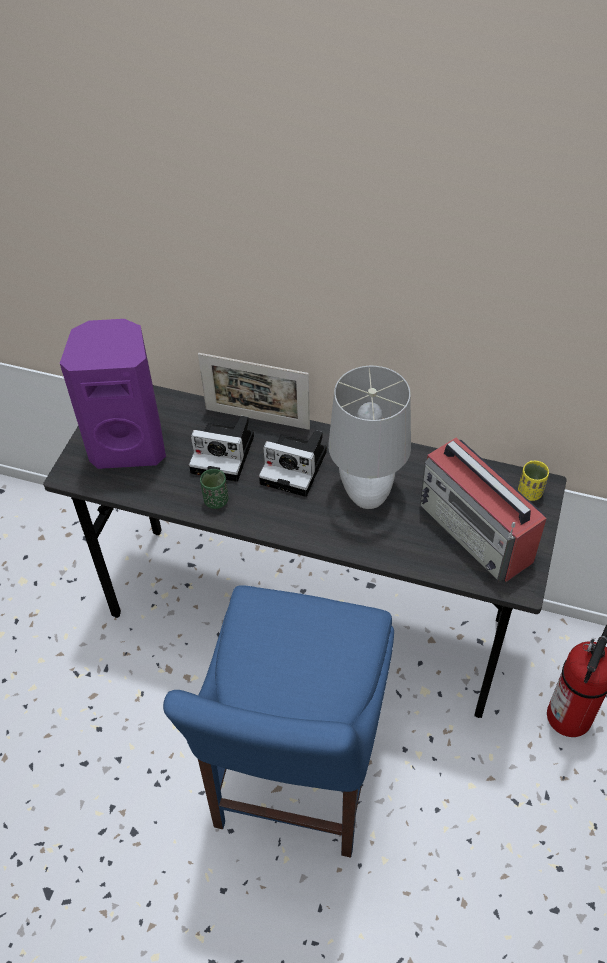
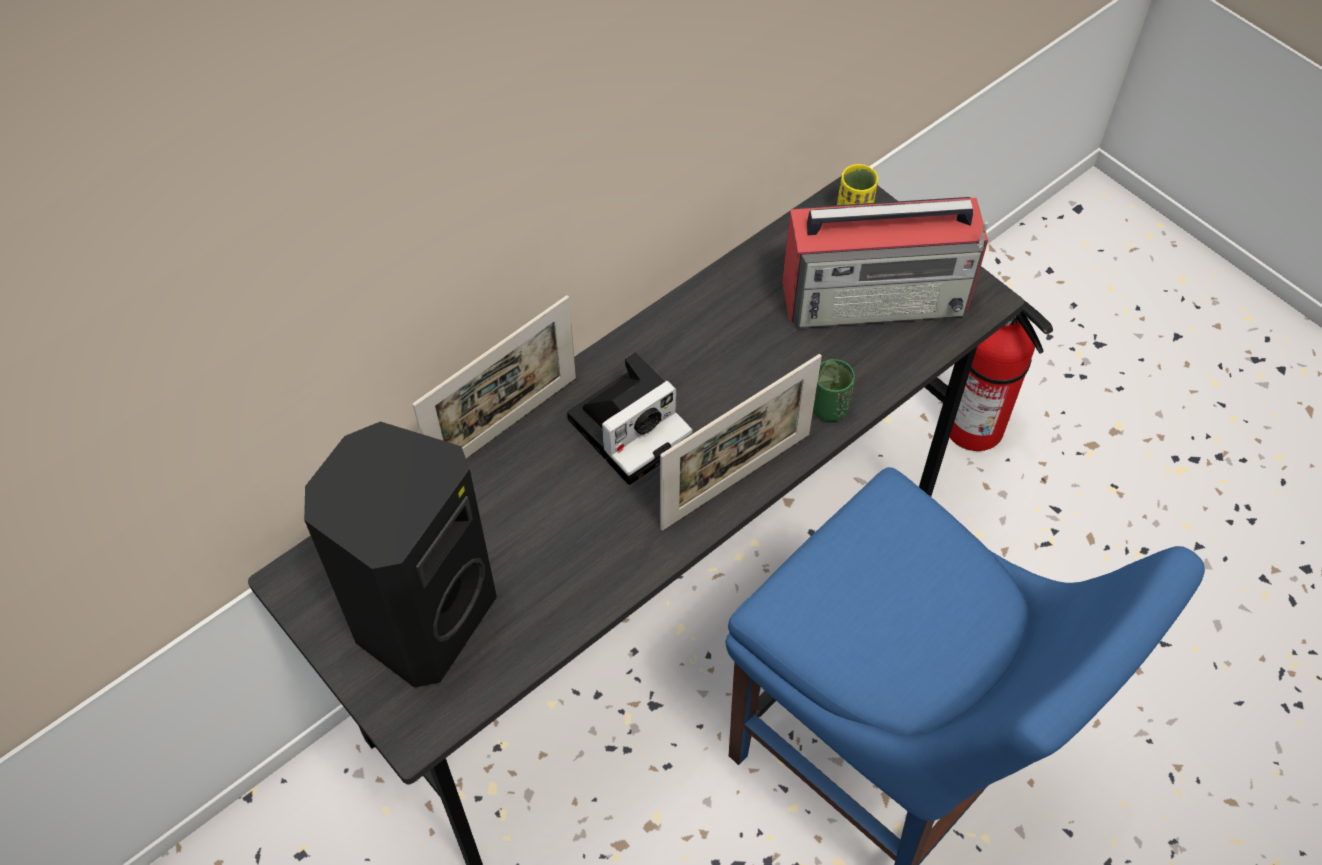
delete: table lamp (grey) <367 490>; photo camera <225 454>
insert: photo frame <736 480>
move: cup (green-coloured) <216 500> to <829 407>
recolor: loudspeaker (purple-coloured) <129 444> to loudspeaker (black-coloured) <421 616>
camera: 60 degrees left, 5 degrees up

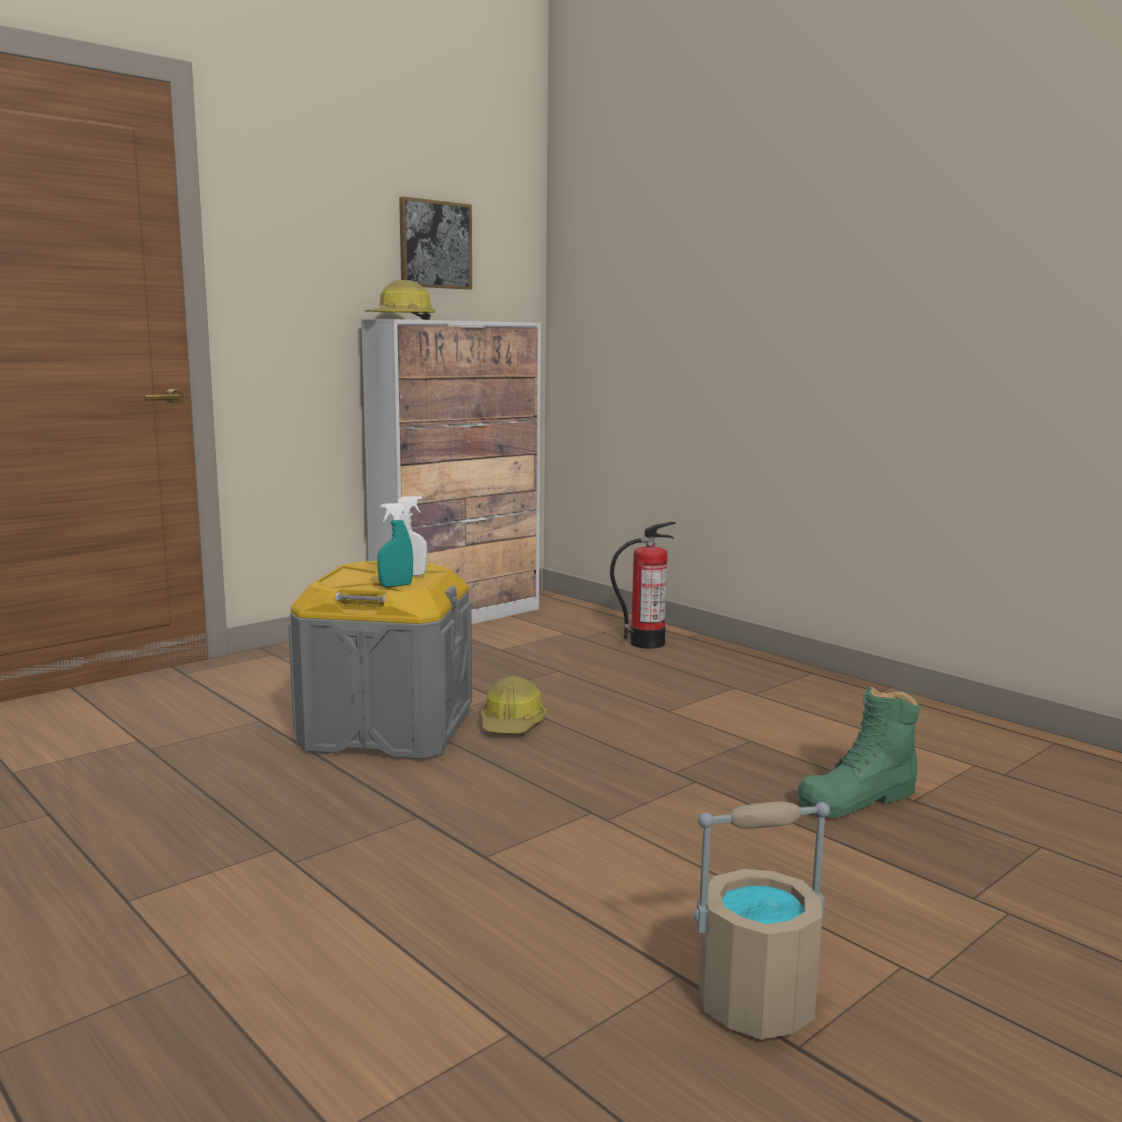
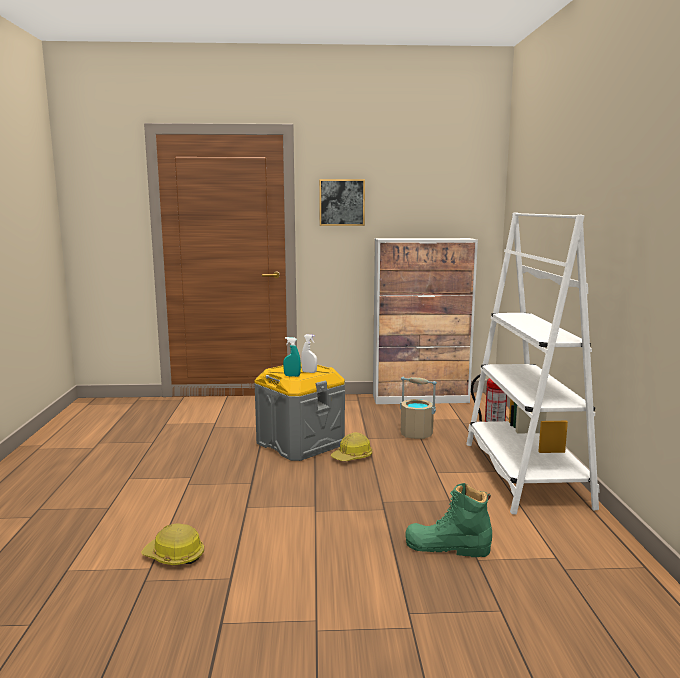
insert: bookshelf (white) <524 474>
move: picture <435 244> to <342 202>; work helmet <401 319> to <174 556>; pail (beige) <757 1003> to <416 434>
camera: 40 degrees right, 0 degrees up

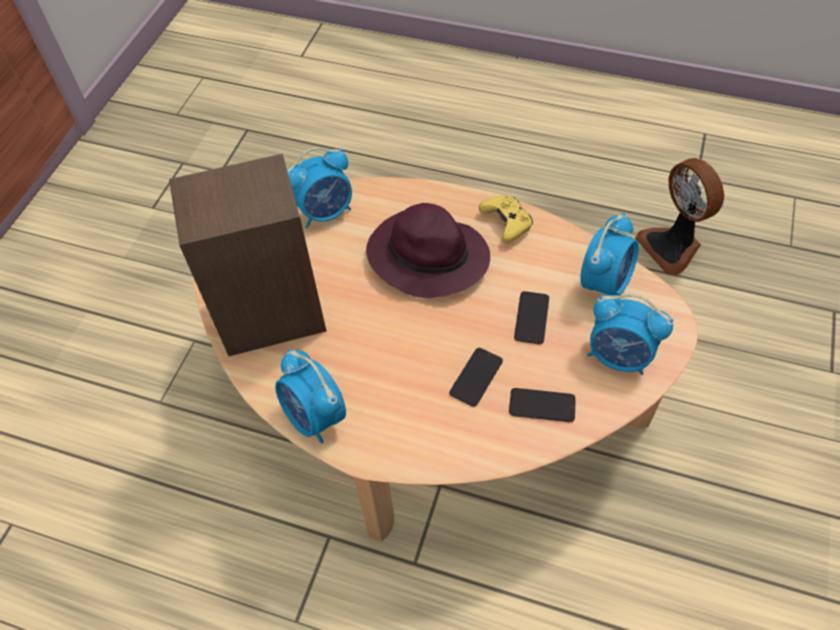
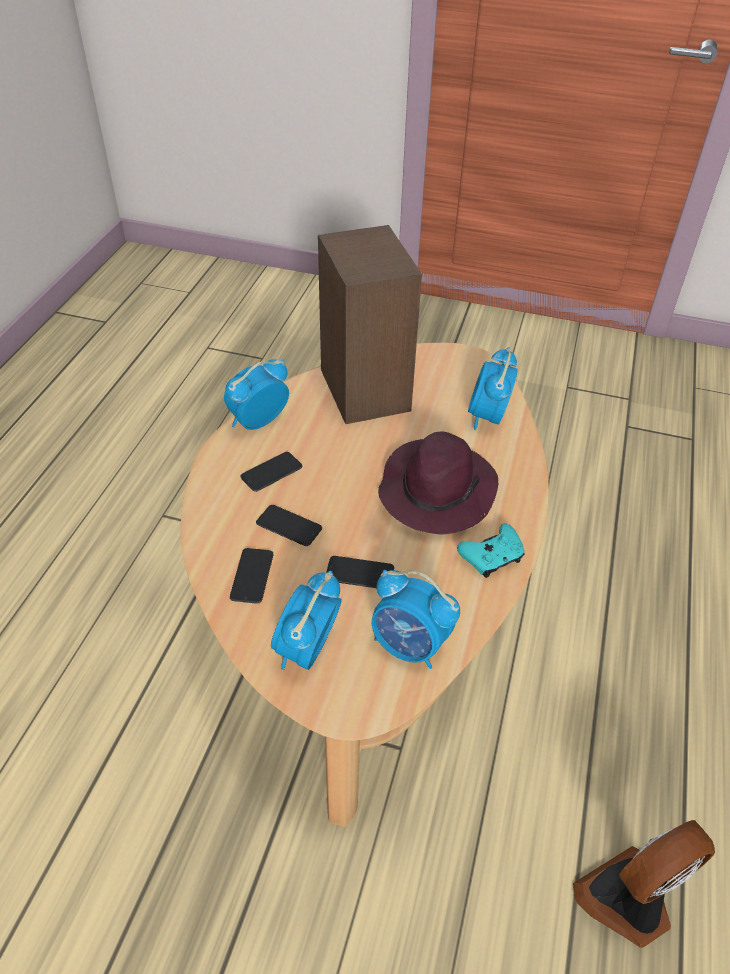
insert: telephone <271 472>
recolor: game controller (yellow) <506 223> to game controller (blue-green) <492 557>
rotate: table clock <325 212> = <487 417> 45 degrees clockwise
camera: 85 degrees right, 10 degrees down

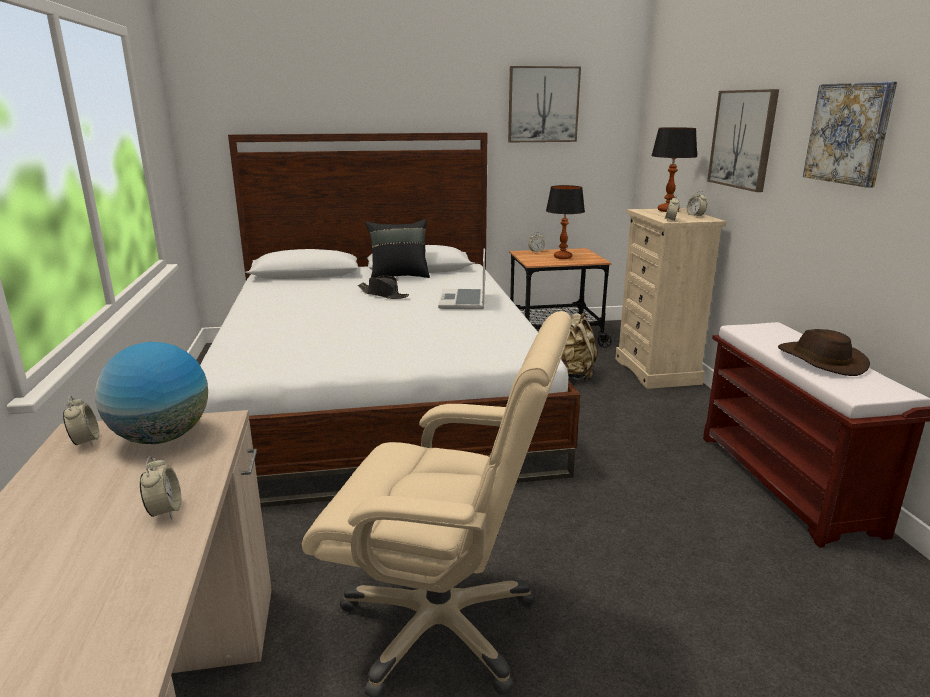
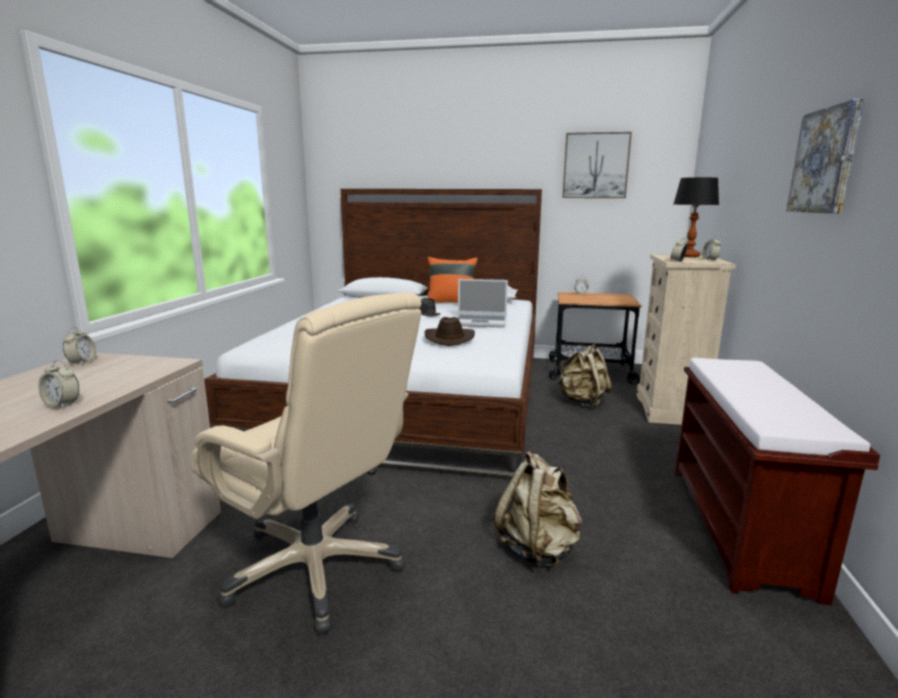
delete: picture <743 139>; table lamp <562 257>; desk globe <162 438>
insert: rucksack (beige) <538 548>
move: hat (brownish) <820 361> to <449 338>
recolor: cushion (black-coloured) <399 277> to cushion (orangey) <451 303>
rotate: laptop <463 301> = <481 322> 105 degrees counterclockwise; table clock <165 511> = <62 404> 105 degrees clockwise
camera: 20 degrees right, 5 degrees down

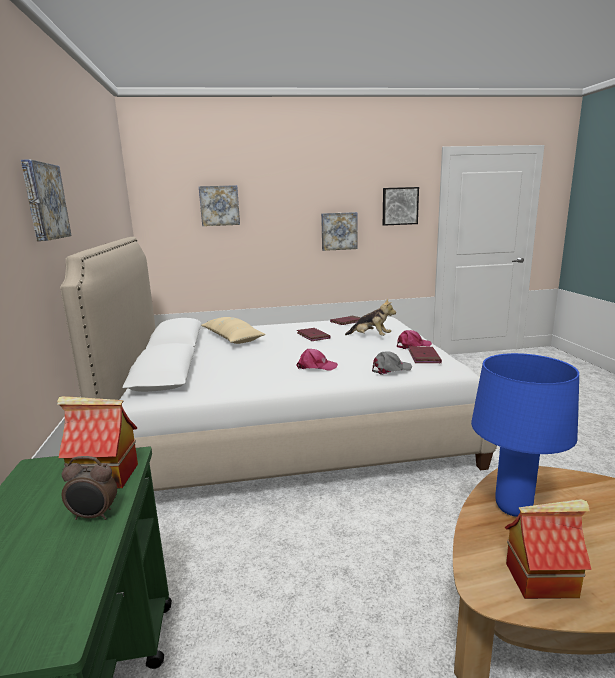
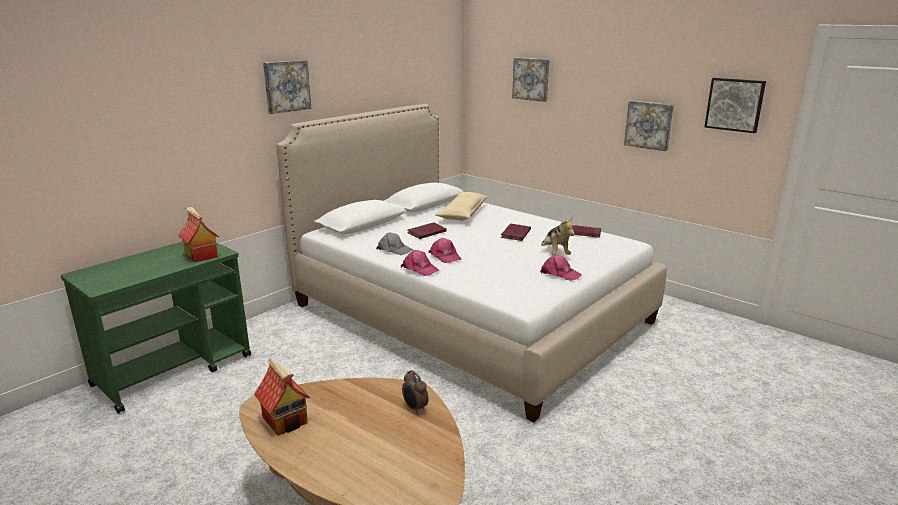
delete: table lamp (blue-coloured) <512 508>
insert: cap (pinkish) <419 269>
move: bound book (red-coloured) <424 357> to <426 232>; cap (grey) <390 369> to <394 249>; table clock <94 516> to <415 408>
camera: 50 degrees right, 5 degrees up

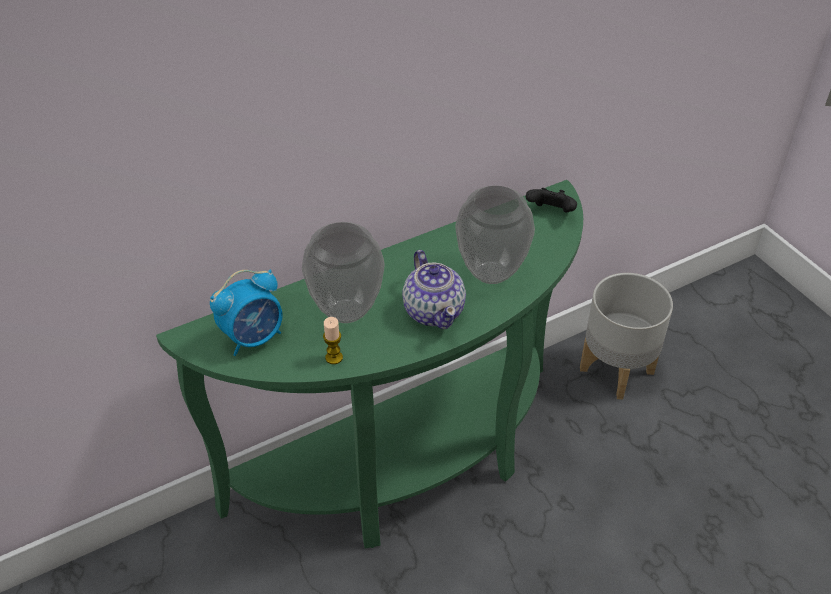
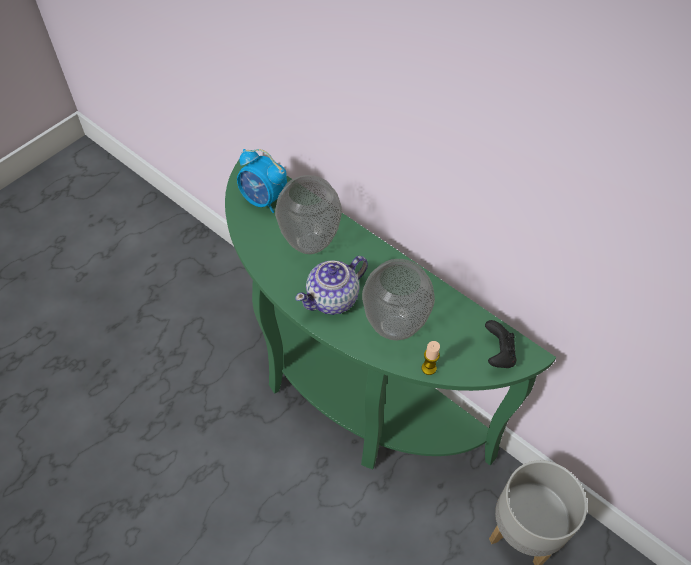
move: wax light <334 357> to <428 368>
camera: 70 degrees right, 10 degrees up

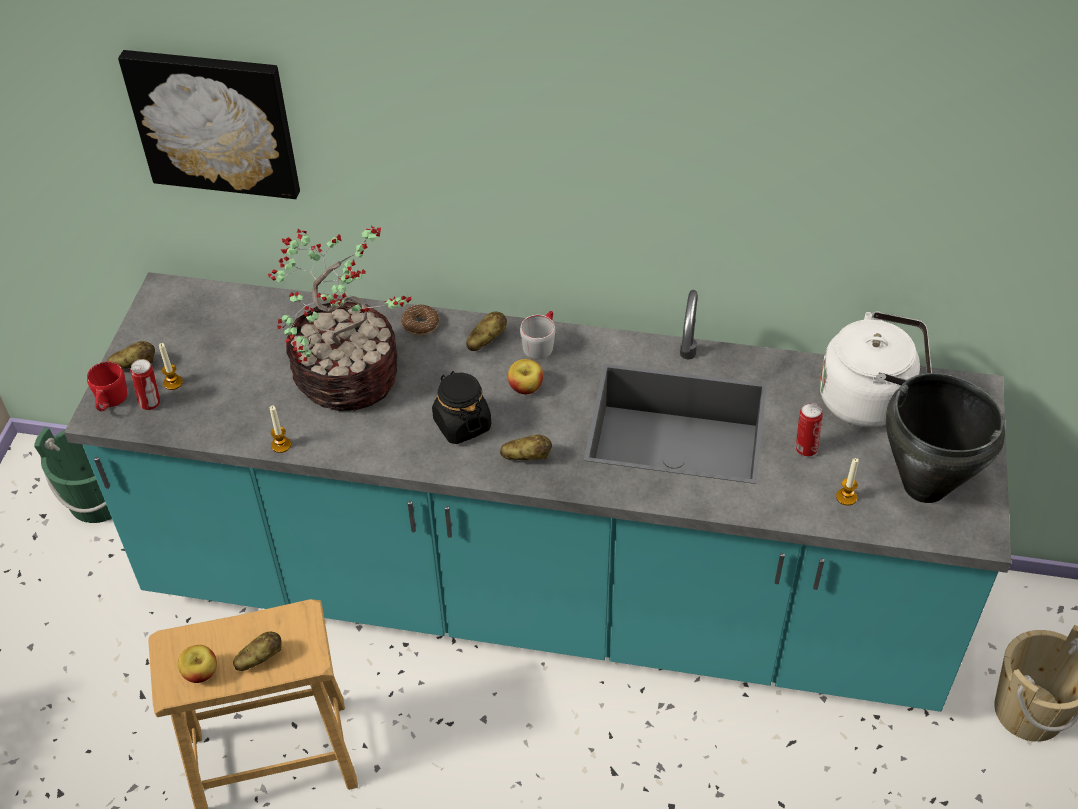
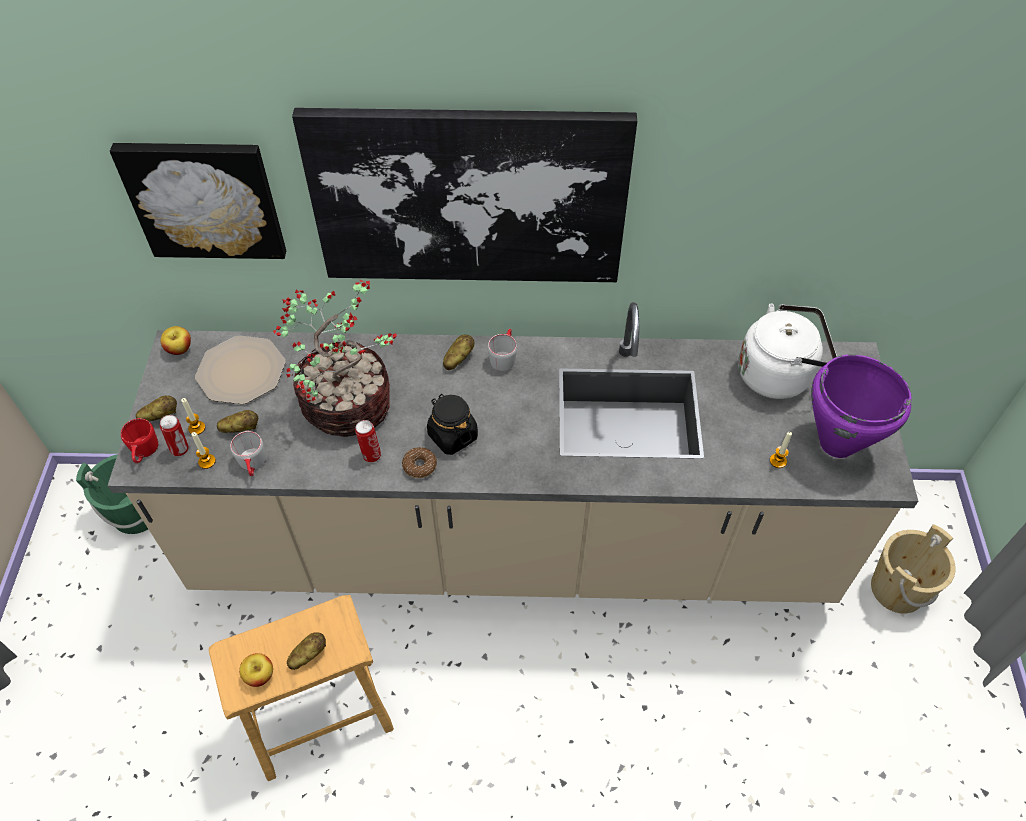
insert: picture <469 197>; dinner plate <242 371>; coffee mug (grey) <253 465>
move: donut <420 324> to <419 466>; whole apple <525 387> to <179 349>; can <805 448> to <371 455>; wax light <281 445> to <207 461>; spud <526 457> to <240 428>
recolor: kitchen base unit (blue-green) <542 594> to kitchen base unit (beige) <513 545>; stockpot (black-coloured) <924 485> to stockpot (purple-coloured) <836 443>
camera: 10 degrees left, 5 degrees up

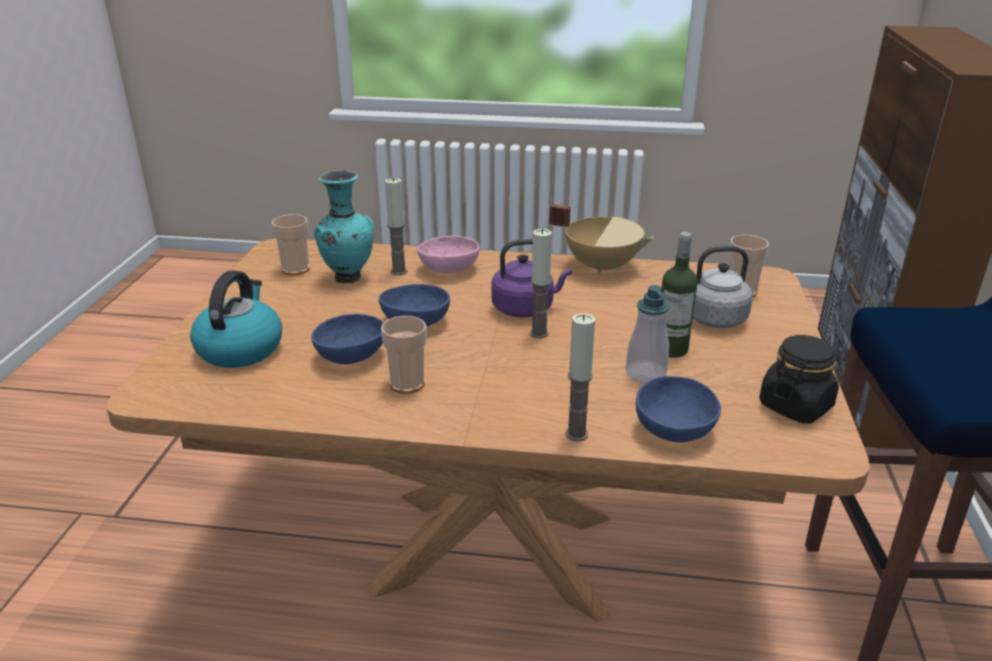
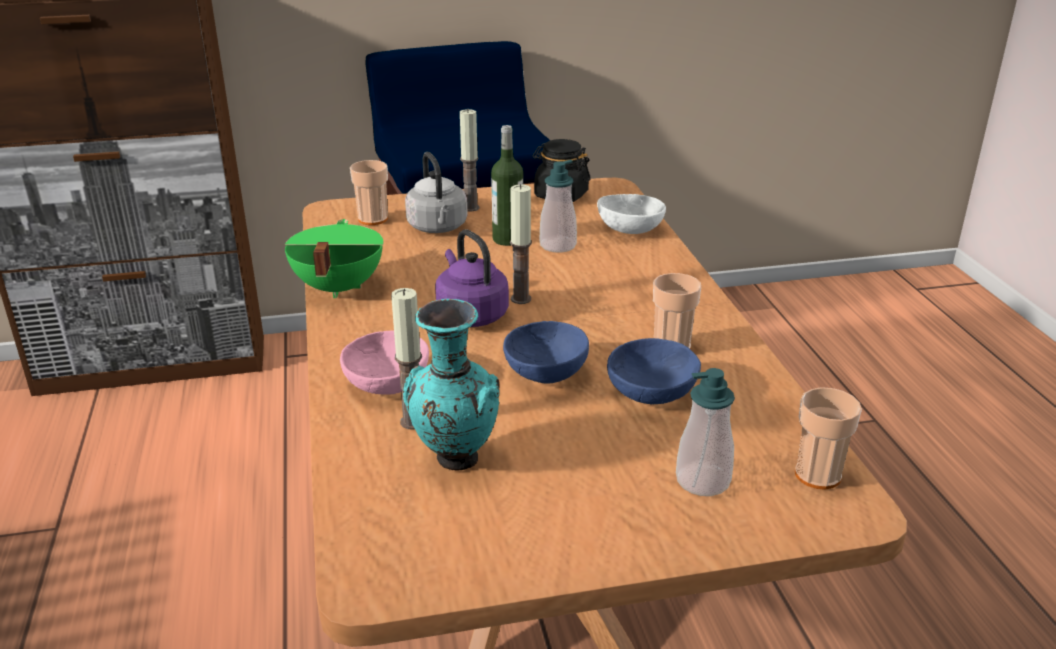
move: cup <296 269> to <817 475>; wax light <576 434> to <470 208>
replace: water kettle <240 348> to soap dispenser <702 481>
recolor: stockpot (beige) <601 266> to stockpot (green-coloured) <336 288>; serving bowl (blue-coloured) <676 430> to serving bowl (white) <630 229>
camera: 110 degrees left, 0 degrees up

